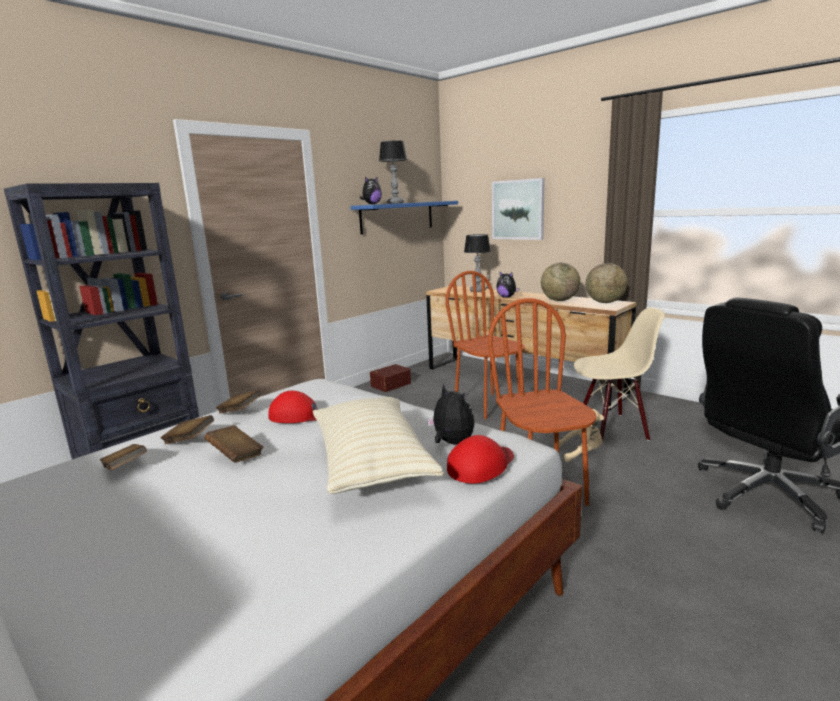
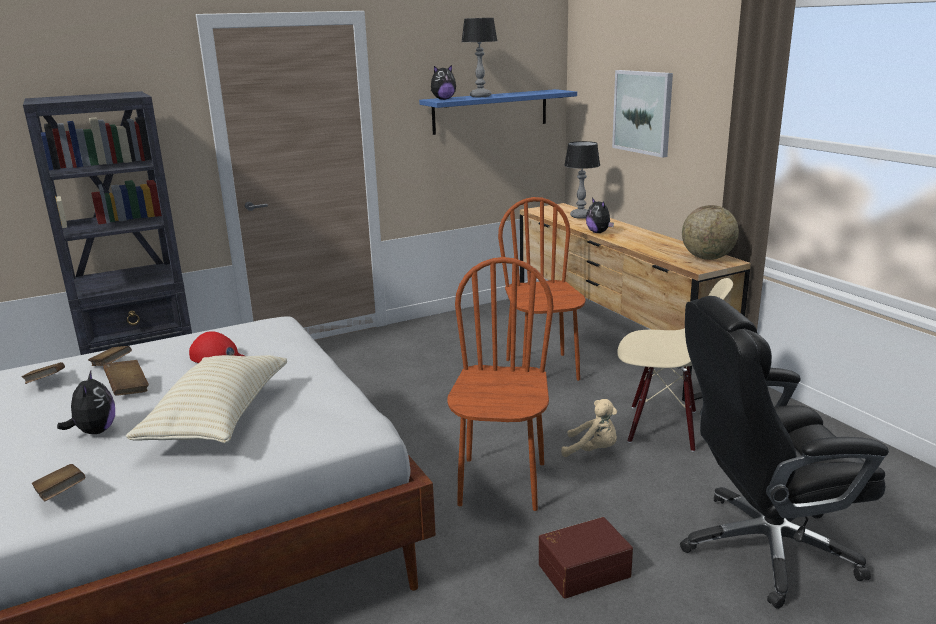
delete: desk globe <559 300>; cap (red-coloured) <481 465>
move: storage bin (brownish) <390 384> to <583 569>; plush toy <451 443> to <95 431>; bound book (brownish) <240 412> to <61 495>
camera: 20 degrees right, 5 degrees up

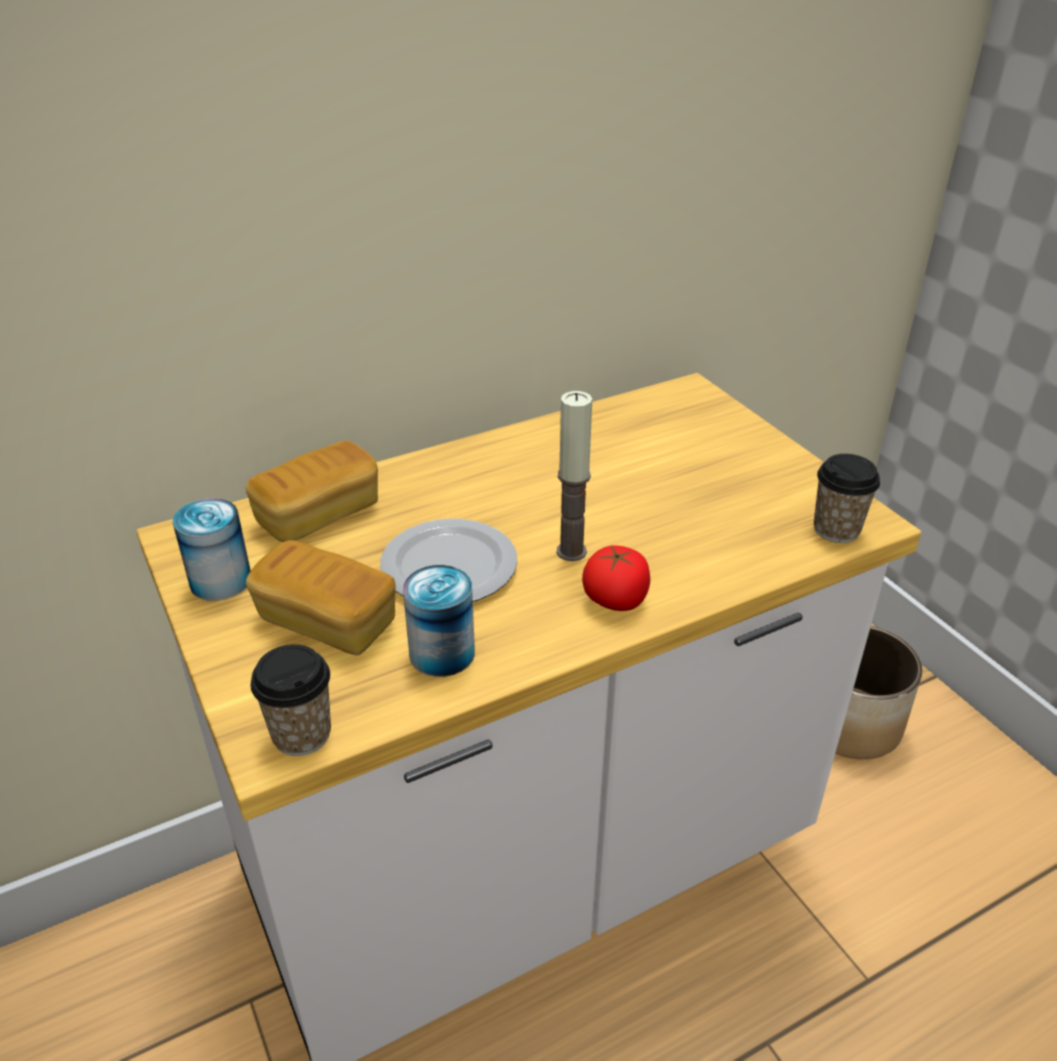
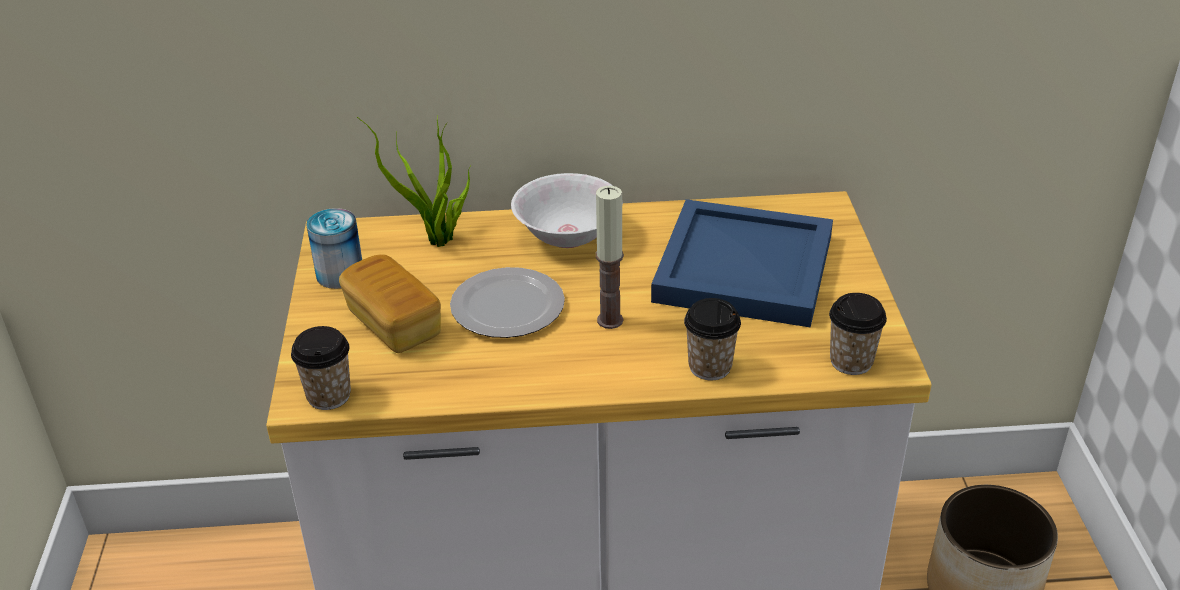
delete: fresh tomato <615 599>; can <442 653>
insert: serving bowl (white) <567 236>; tray (blue-coloured) <741 270>; cup <710 367>
replace: bread <318 515> to potted plant <438 242>
camera: 25 degrees right, 0 degrees up

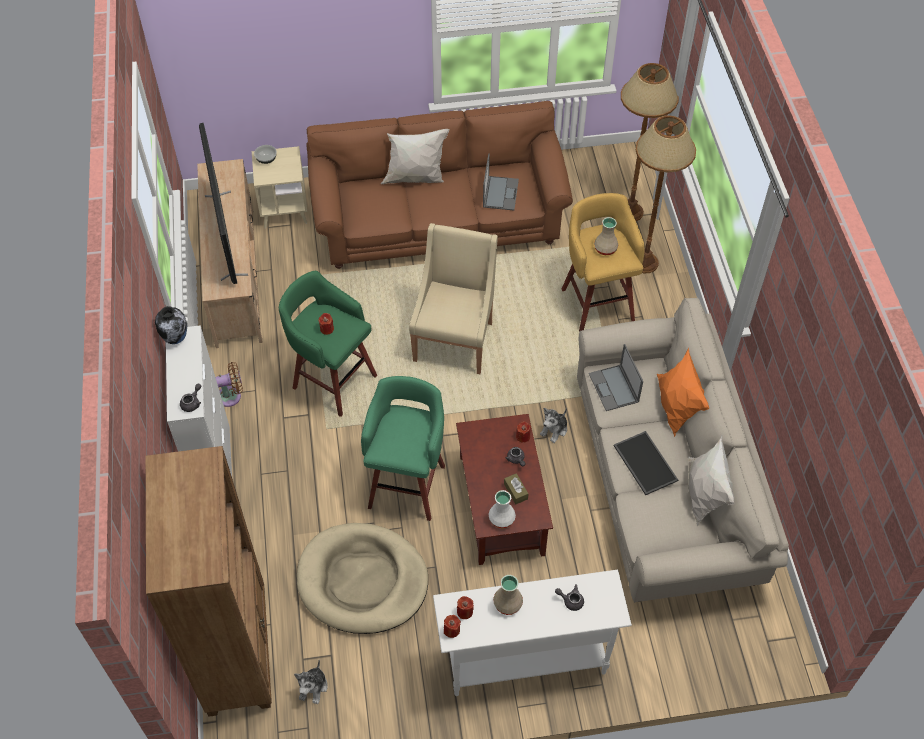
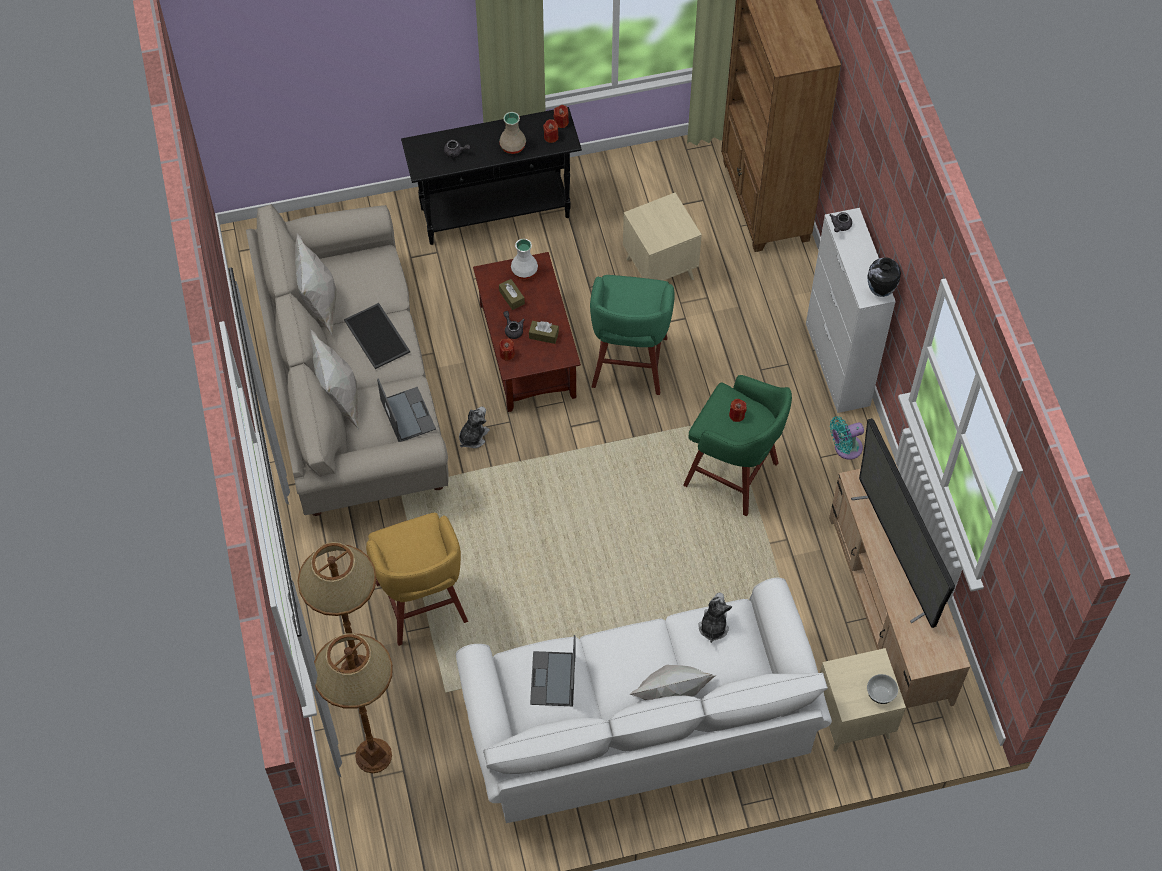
delete: vase (beige) <605 249>; lounge chair (beige) <455 340>
insert: tissue box (brownish) <543 335>
move: plush toy <313 687> to <713 626>
replace: dog cushion (beige) <362 581> to end table (beige) <659 269>
recolor: settee (brownish) <438 219> to settee (white) <639 722>; cushion (orangey) <675 410> to cushion (white) <340 399>; electric fan (brownish) <232 396> to electric fan (blue-green) <845 448>; hall table (white) <525 661> to hall table (black-coloured) <496 213>
camera: 175 degrees right, 5 degrees up

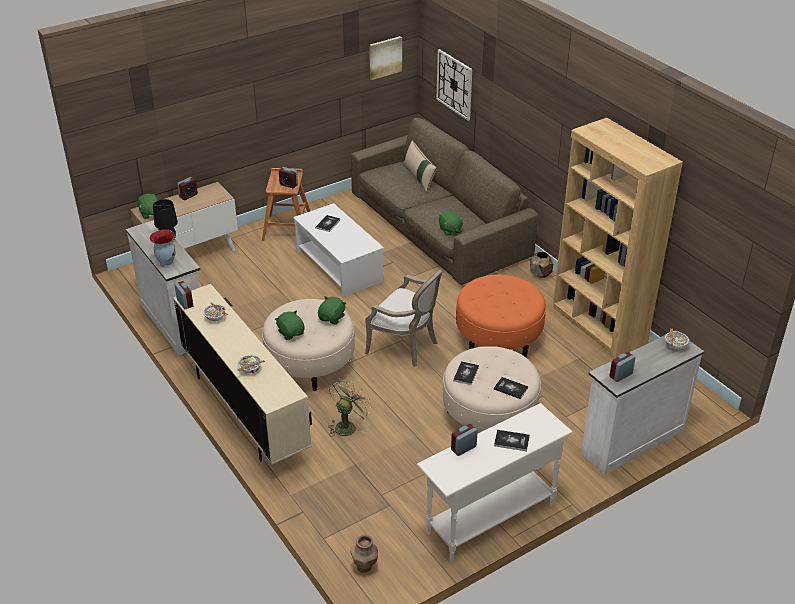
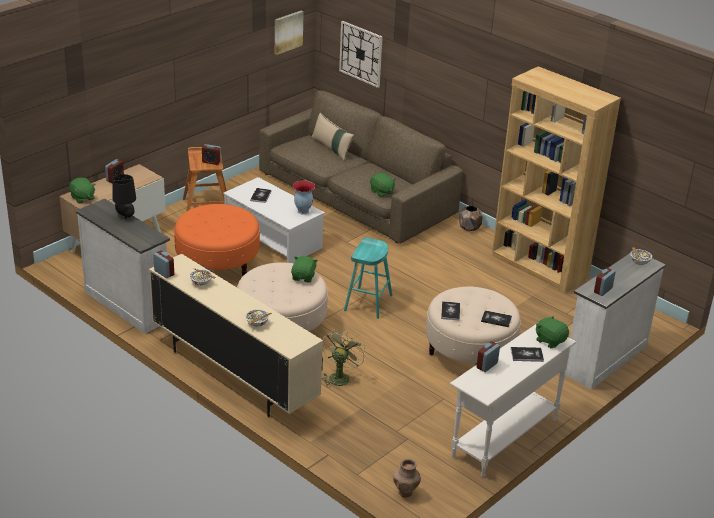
move: vase <166 263> to <302 211>; footrest (orangey) <498 337> to <217 264>; plush toy (green-coloured) <291 333> to <550 340>
replace: lounge chair <406 346> to stool seat (blue-green) <368 302>
camera: 15 degrees left, 5 degrees down

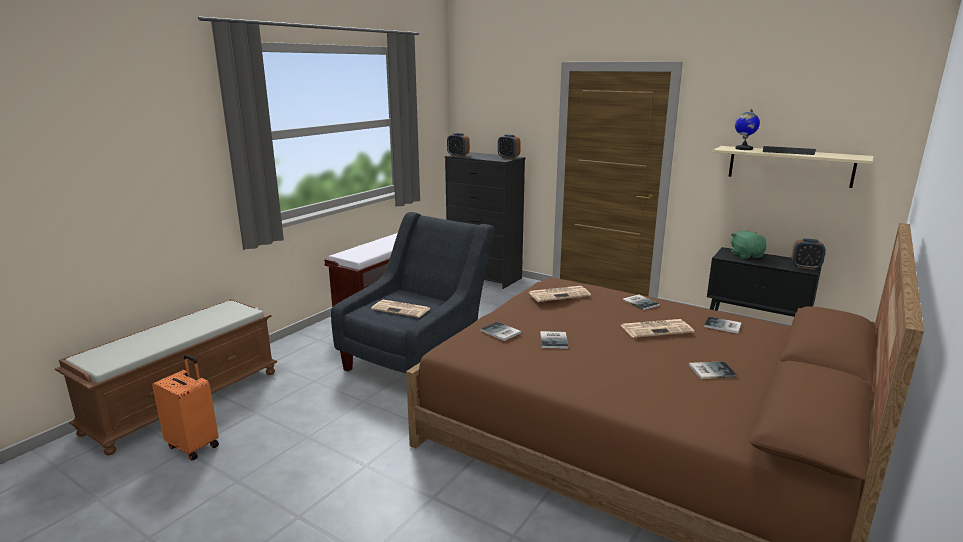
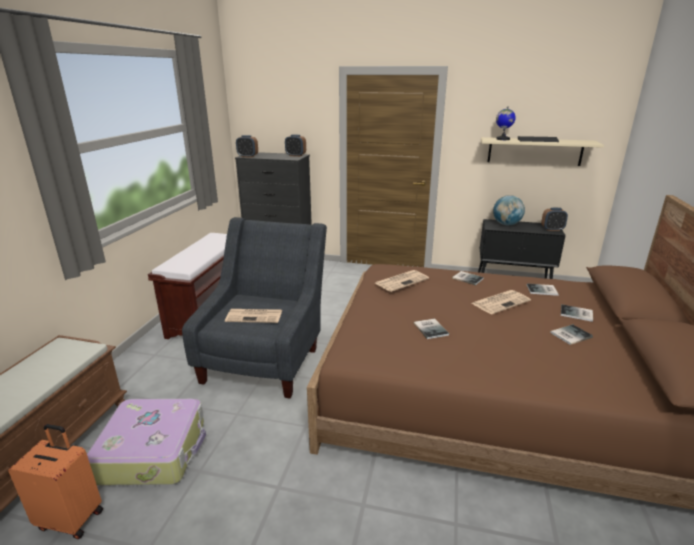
insert: piece of luggage <154 450>
move: bound book <500 332> to <577 314>
replace: plush toy (green-coloured) <746 255> to desk globe <506 224>
camera: 20 degrees left, 5 degrees up

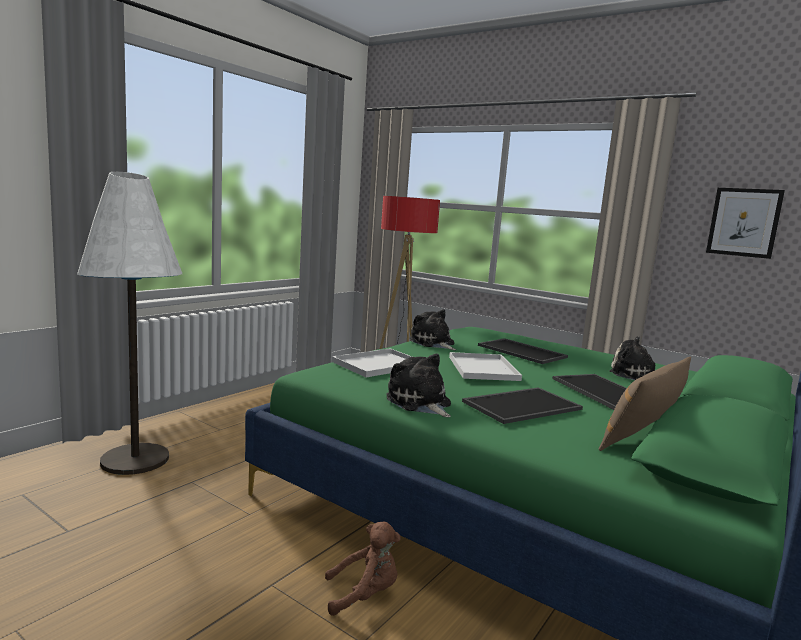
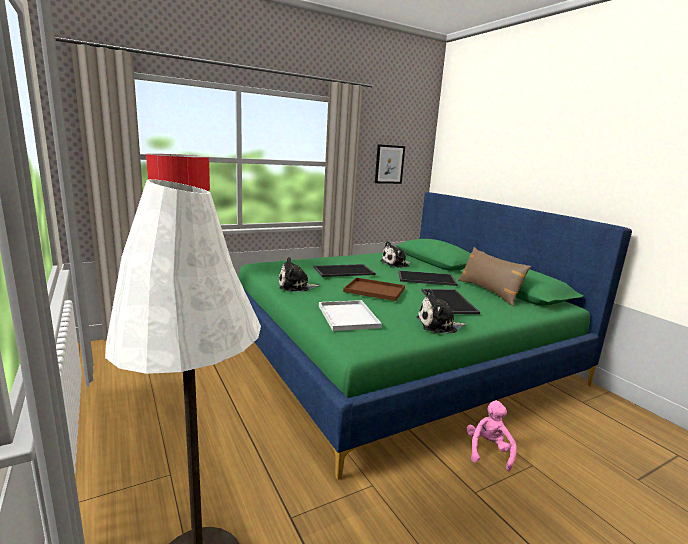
recolor: tray (white) <484 369> to tray (brownish) <375 290>; plush toy (brownish) <364 595> to plush toy (pinkish) <488 451>
camera: 65 degrees left, 5 degrees up

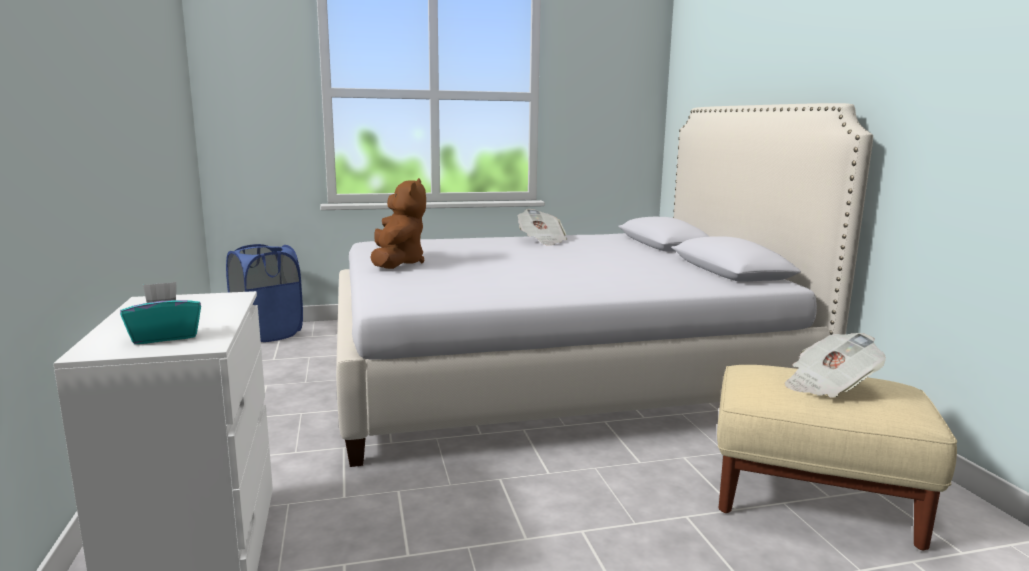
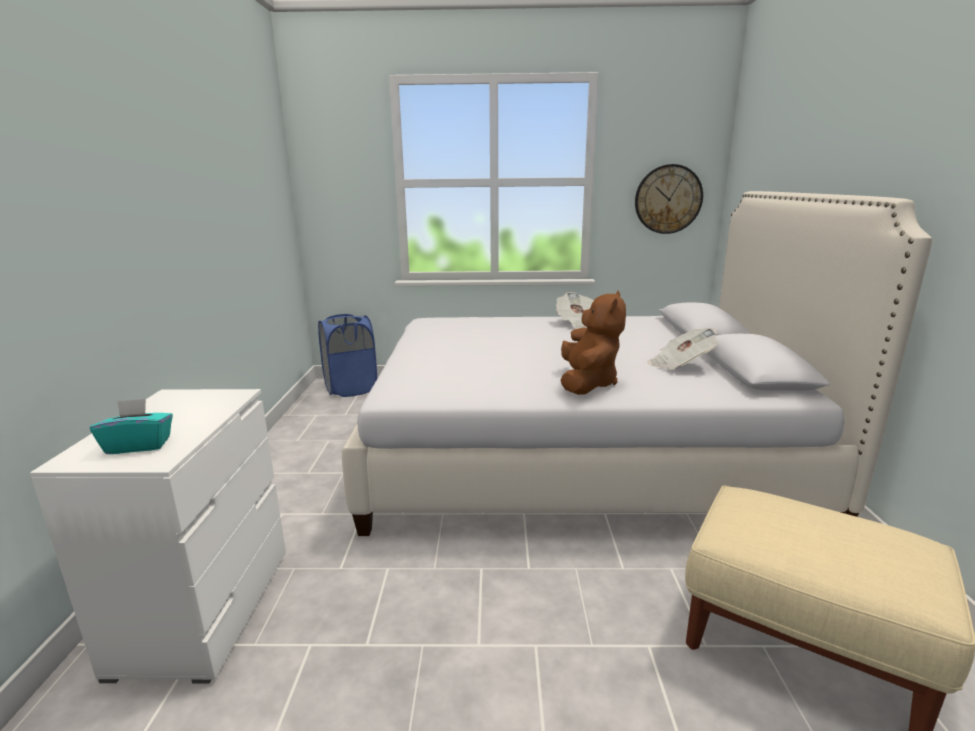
insert: hanging clock <668 199>
move: plush toy (brownish) <397 263> to <587 383>; printed paper <828 386> to <680 365>
camera: 15 degrees right, 5 degrees up

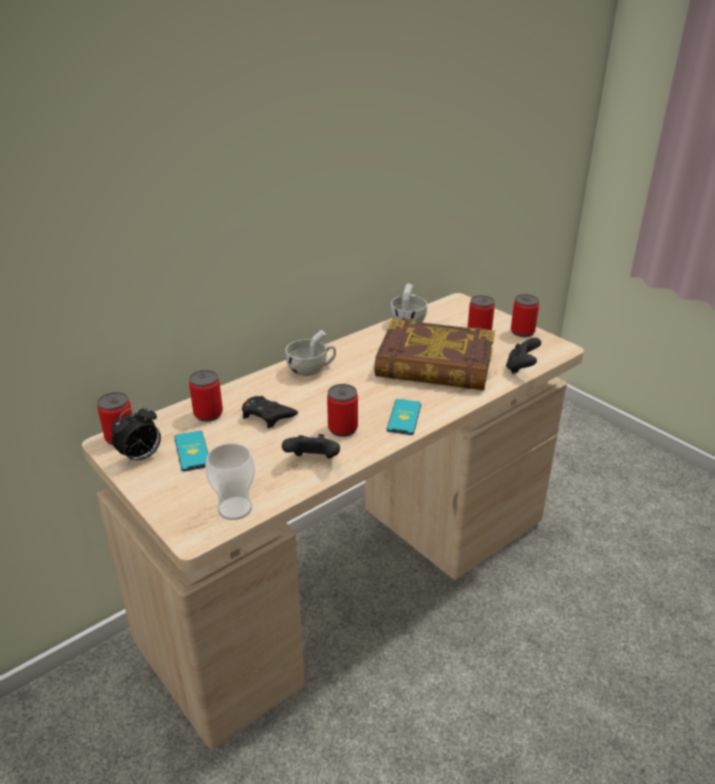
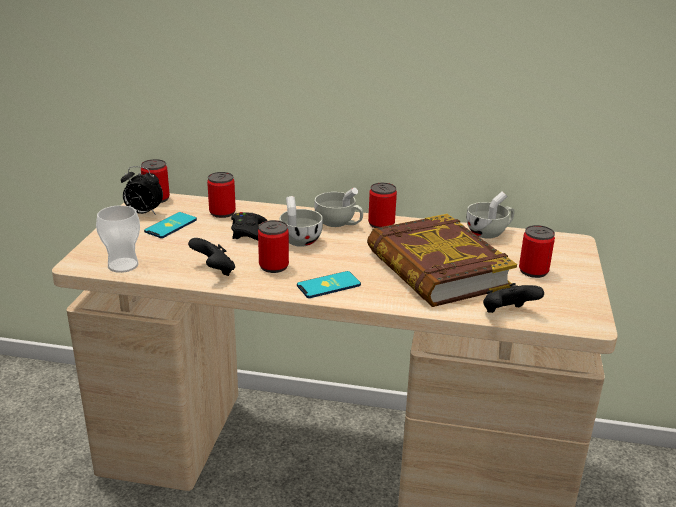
insert: cup (white) <299 239>
move: can <522 332> to <381 224>
camera: 50 degrees right, 5 degrees down

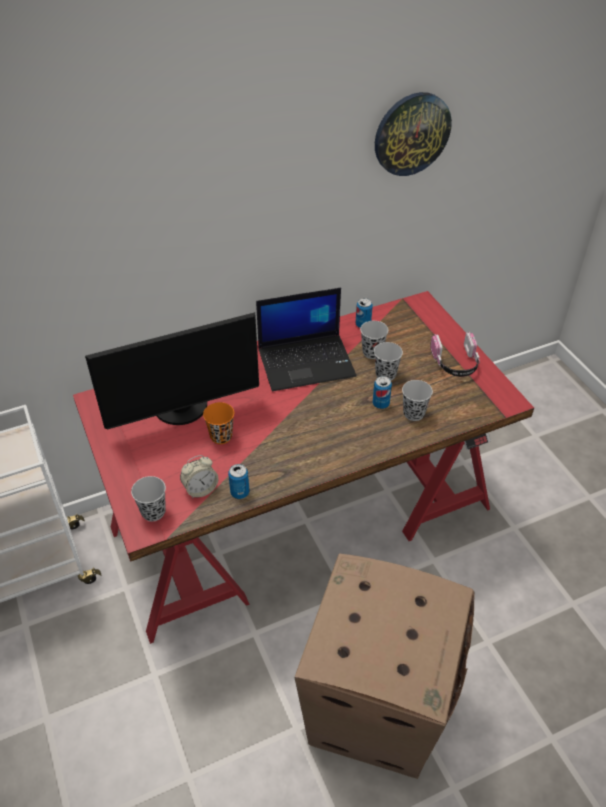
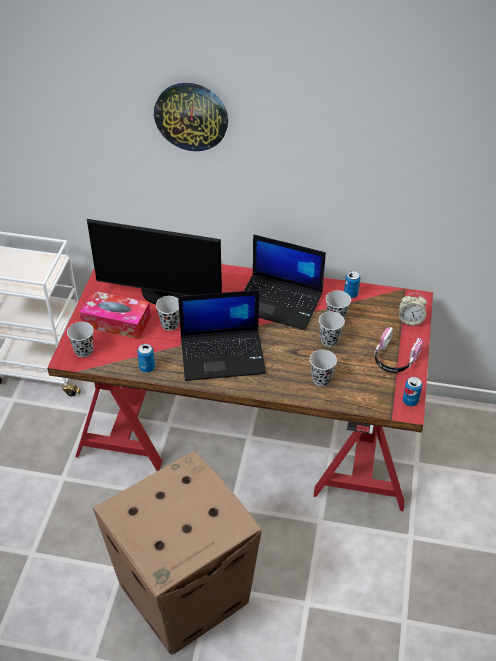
insert: laptop <223 354>; tissue box <116 322>
move: hanging clock <411 134> to <191 116>; can <380 404> to <410 401>; table clock <200 489> to <410 320>
recolor: cup (orangey) <221 436> to cup (black-coloured) <170 324>
camera: 35 degrees right, 0 degrees up

